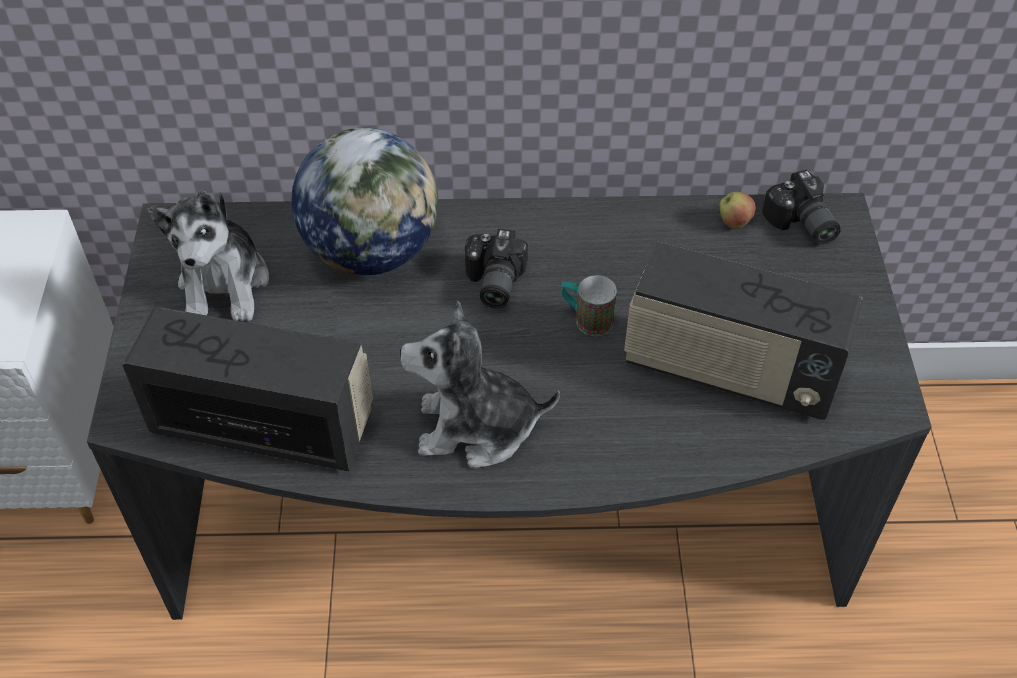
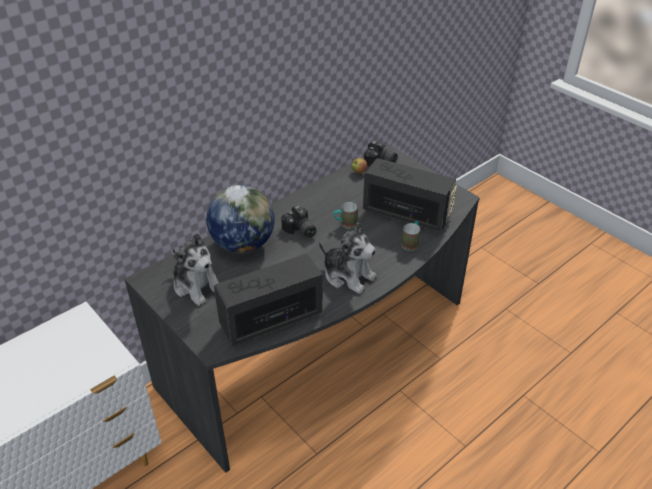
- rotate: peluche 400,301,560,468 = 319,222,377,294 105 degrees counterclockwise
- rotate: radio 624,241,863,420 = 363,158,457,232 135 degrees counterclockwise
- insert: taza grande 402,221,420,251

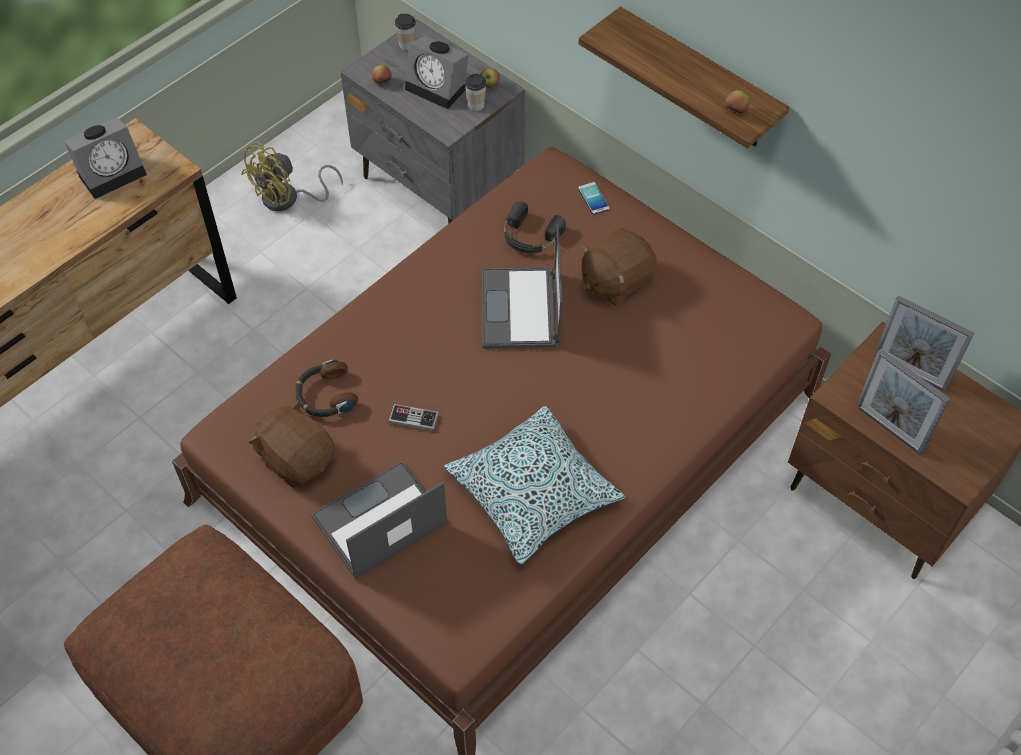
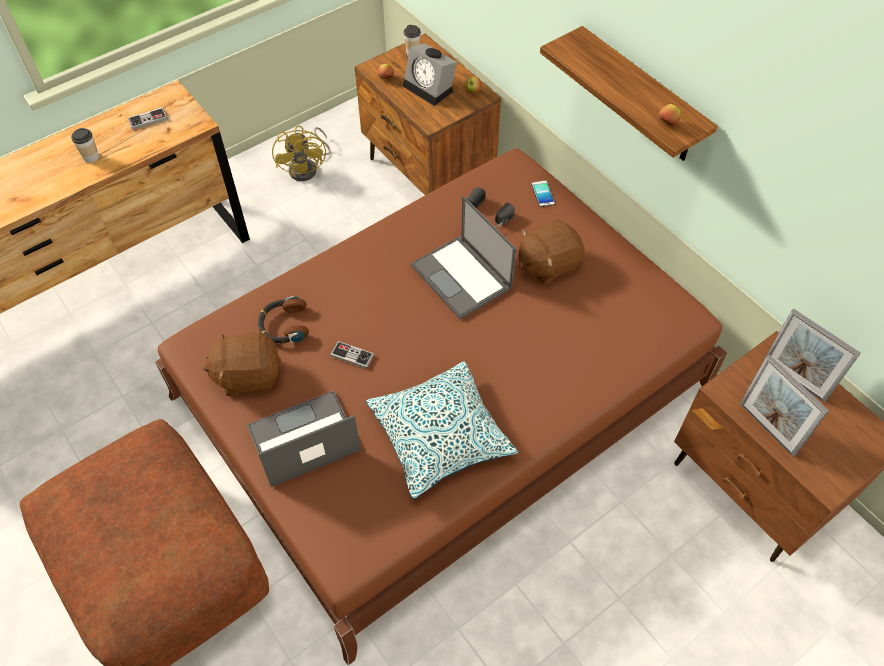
- replace: despertador 64,118,147,199 to mando de consola 128,107,168,130
- rotate: ventilador [amarillo] 241,142,343,211 = 272,126,331,181 60 degrees counterclockwise
- rotate: peluche [marrón] 249,399,335,488 = 203,331,281,396 60 degrees counterclockwise
- recolor: mesita de noche [gris] 340,19,525,224 to mesita de noche [marrón] 355,34,501,195
- move: taza 465,74,487,111 to 71,128,99,163
- rotate: portátil 482,224,563,349 = 411,196,517,319 45 degrees counterclockwise

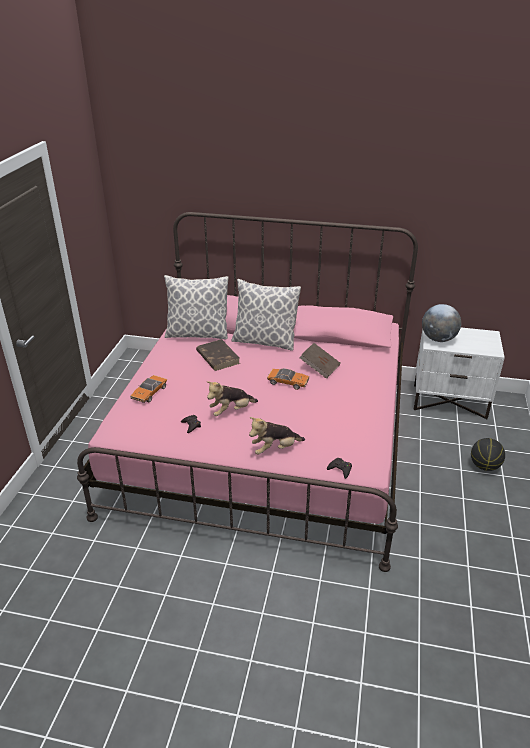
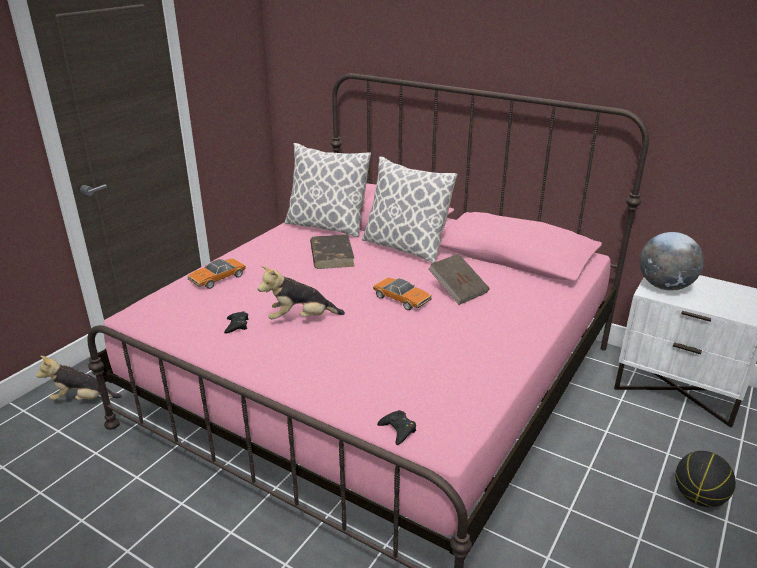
- move: peluche 249,417,305,455 to 36,356,122,400

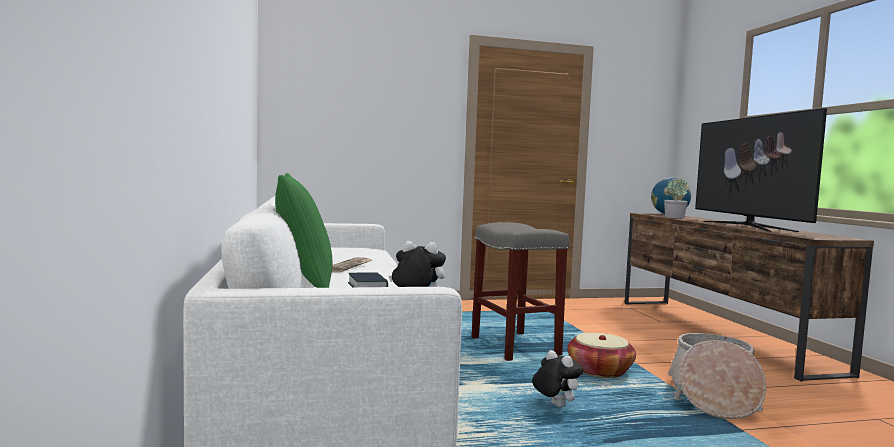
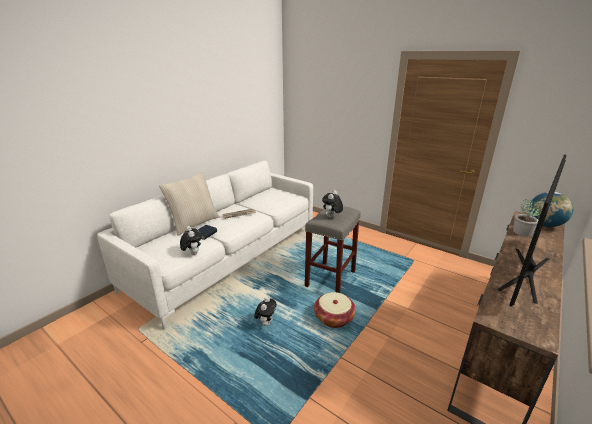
- recolor: cojín [verde] 275,173,332,288 to cojín [beis] 159,171,220,236
- delete: cesta 668,333,766,419
- insert: peluche 322,190,343,218

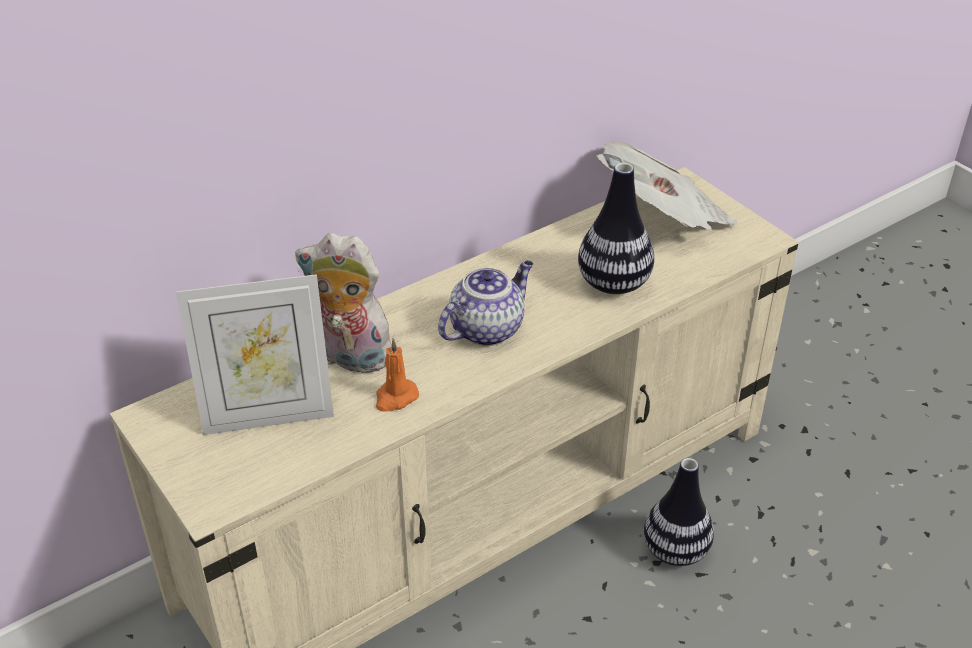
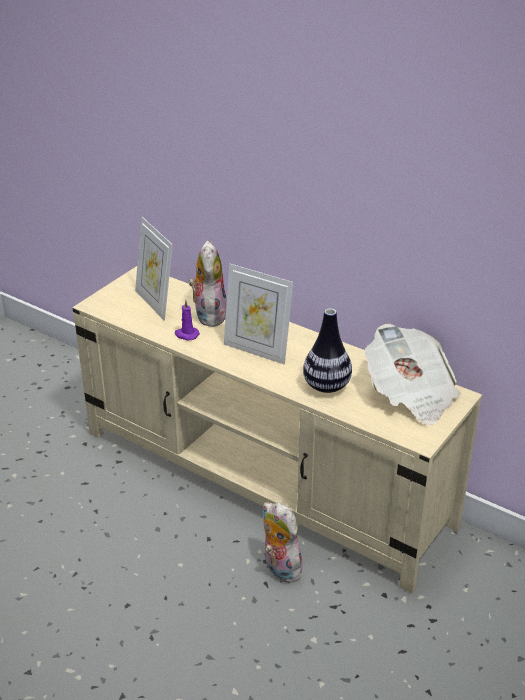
- recolor: vela [naranja] 376,338,419,411 to vela [morado] 175,300,200,340
- replace: tetera 438,260,533,346 to portarretratos 224,264,293,365
- replace: florero 644,458,714,566 to peluche 263,502,304,583

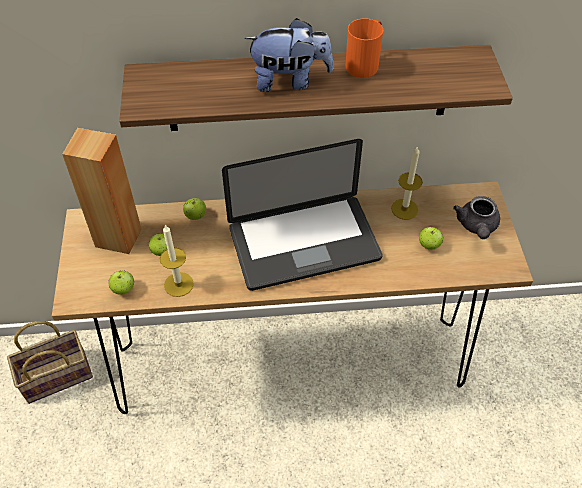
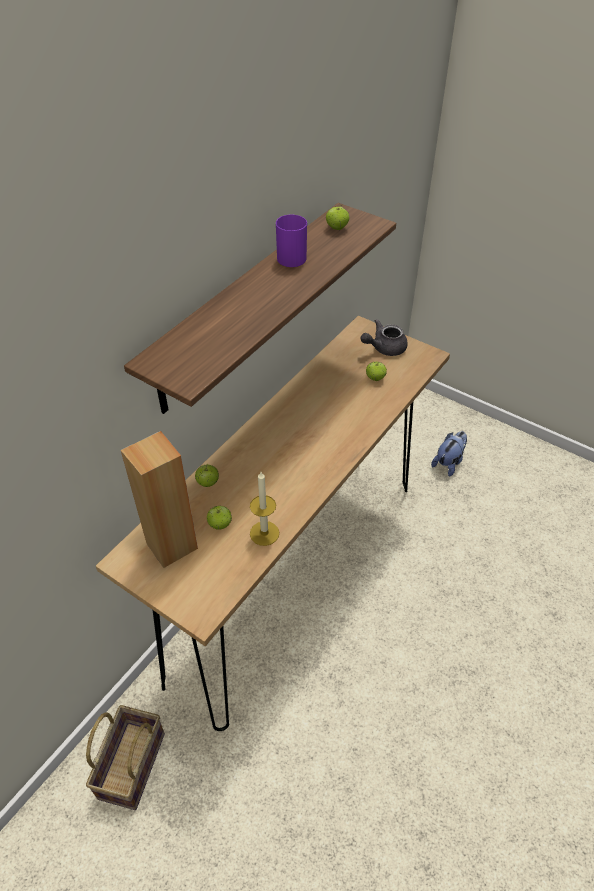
- move: manzana 109,270,134,295 to 326,205,349,230
- delete: portátil 222,139,383,291
- move: peluche 244,18,333,92 to 431,431,467,476
- recolor: taza grande [naranja] 346,18,383,78 to taza grande [morado] 276,214,307,267
- delete: vela 391,146,423,220
- rotate: tetera [gris] 453,196,500,239 = 360,319,408,356 105 degrees clockwise

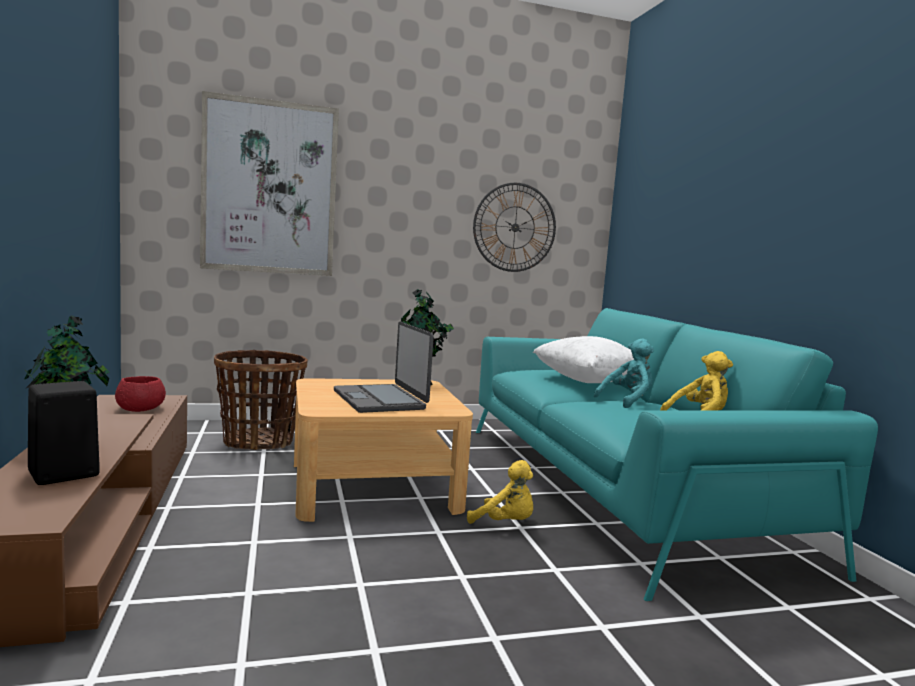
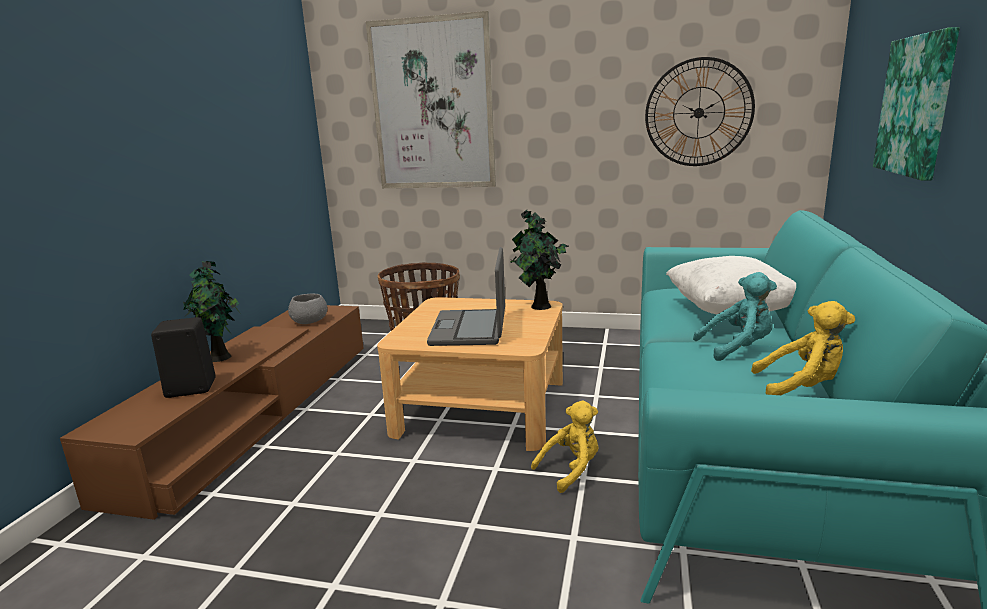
- recolor: cuenco [rojo] 115,376,166,412 to cuenco [gris] 288,293,327,324
- rotate: peluche [amarillo] 467,460,533,524 = 531,401,598,493 90 degrees counterclockwise
- insert: cuadro 873,27,960,181

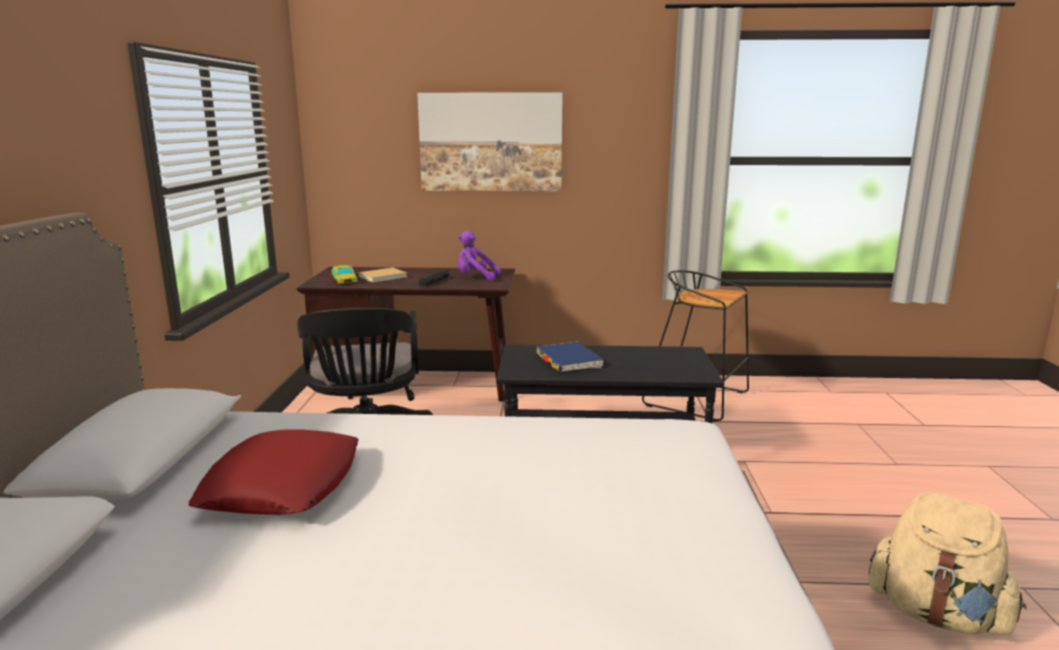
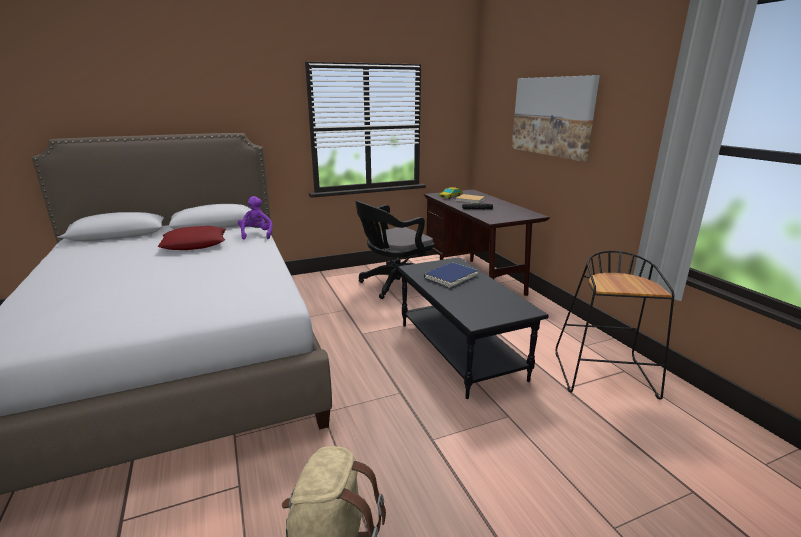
- move: peluche [morado] 458,231,501,281 to 238,196,273,240

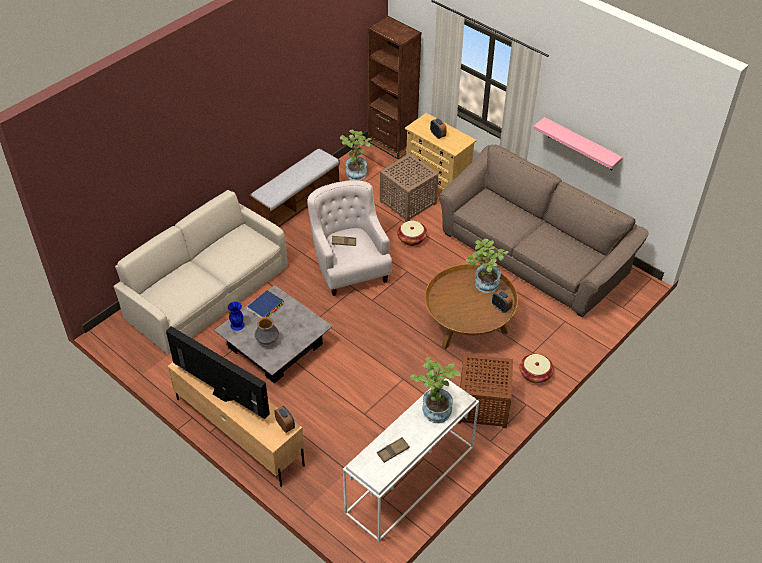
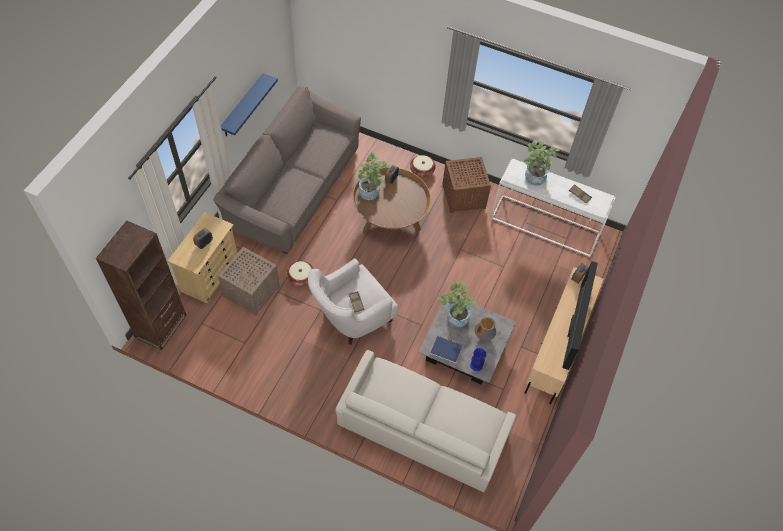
- delete: banco 249,148,340,227
- move: planta en maceta 339,129,372,180 to 438,282,477,327
- recolor: estante [rosa] 533,117,623,170 to estante [azul] 221,73,278,136

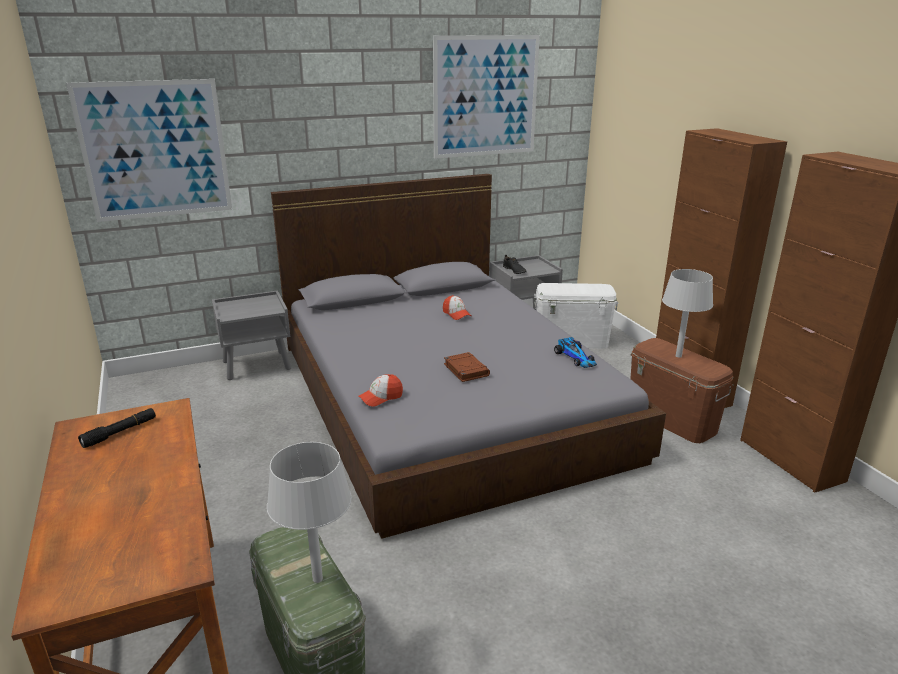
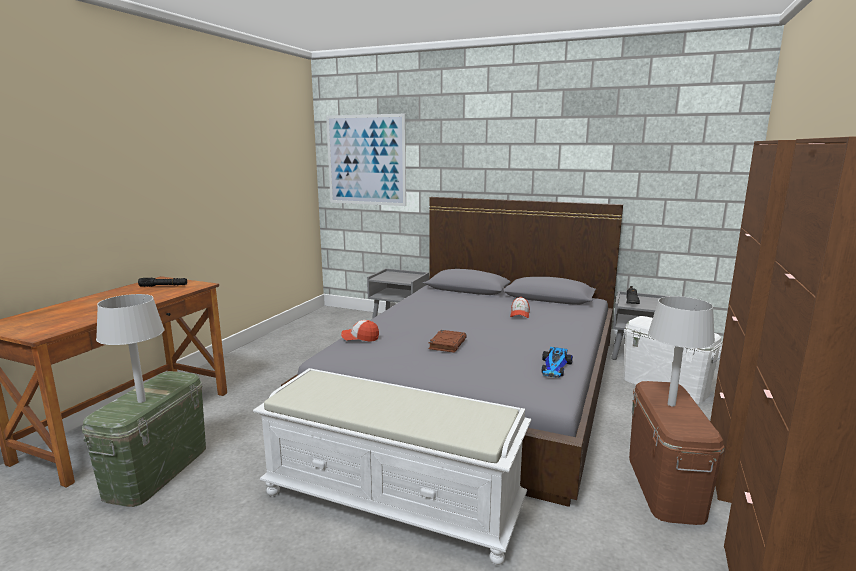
- delete: cuadro 433,35,540,159
- insert: banco [blanco] 253,368,531,565

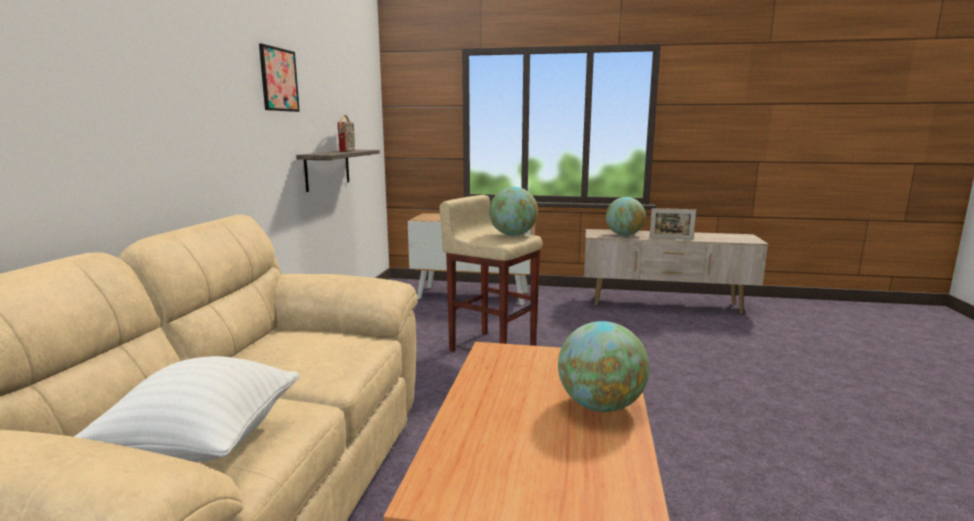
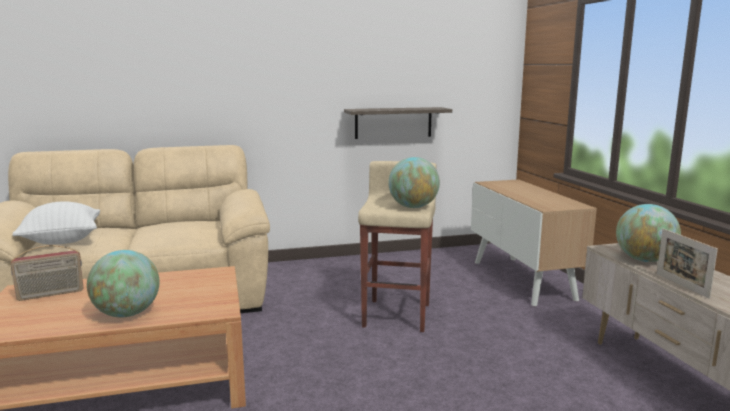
- delete: cuadro 259,43,300,112
- move: radio 338,115,355,152 to 10,245,84,301

